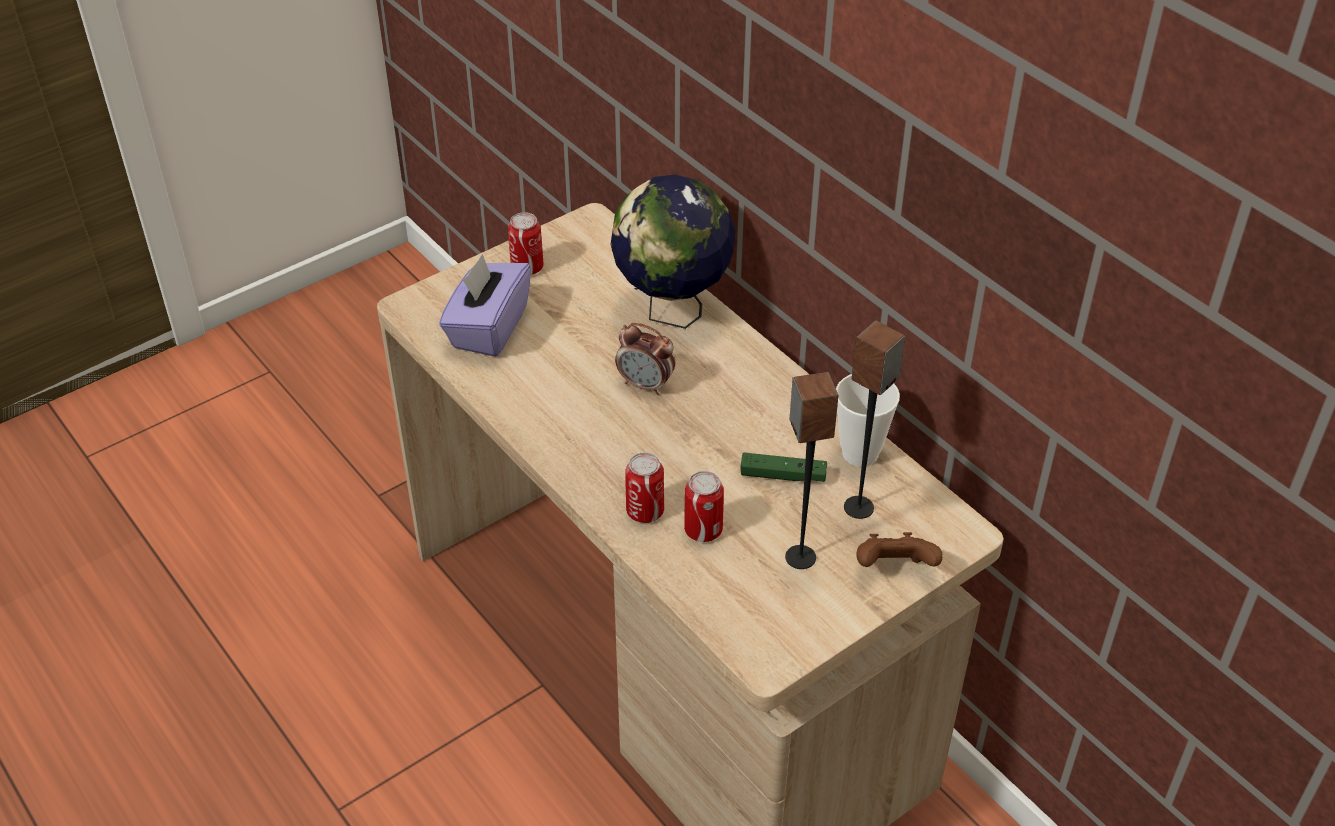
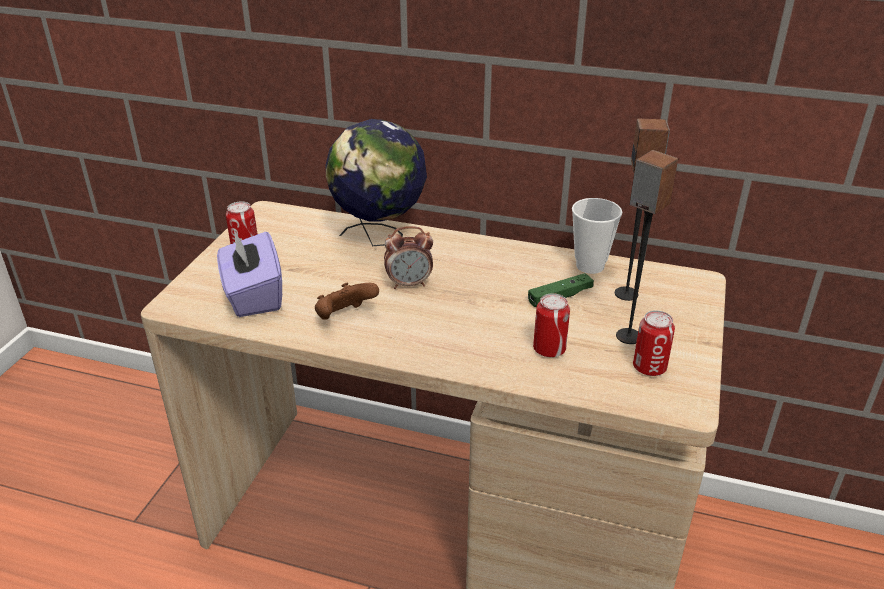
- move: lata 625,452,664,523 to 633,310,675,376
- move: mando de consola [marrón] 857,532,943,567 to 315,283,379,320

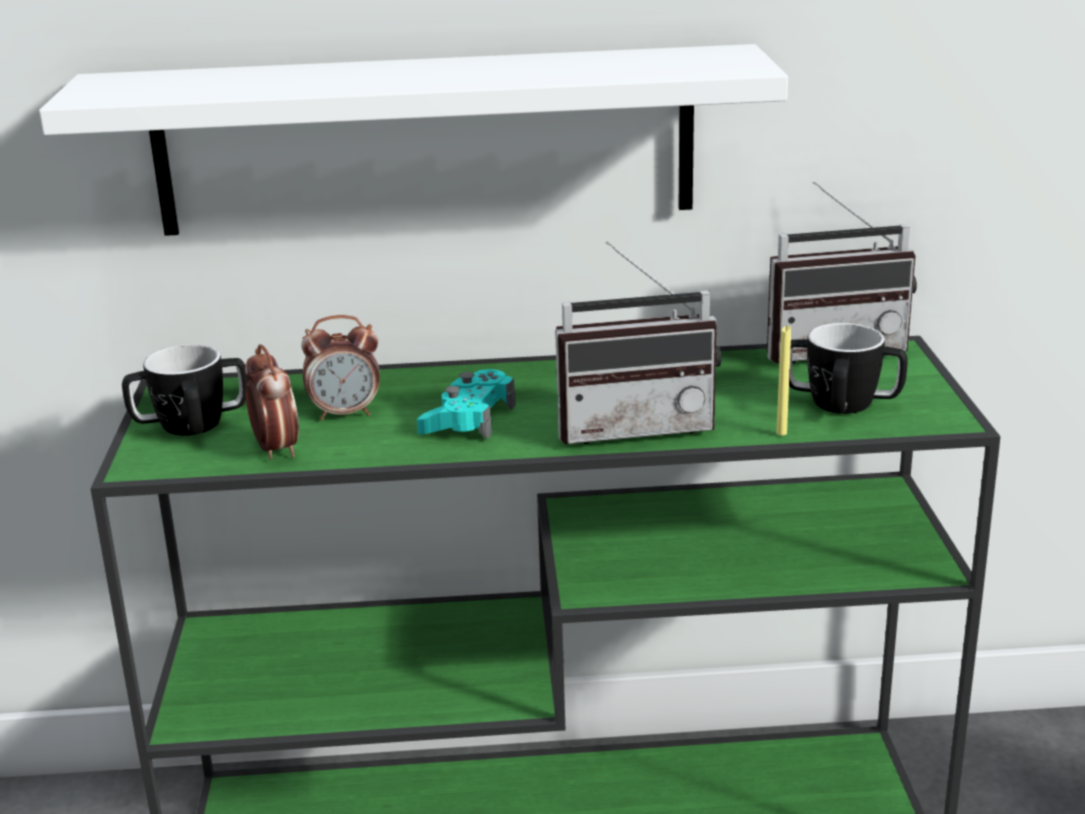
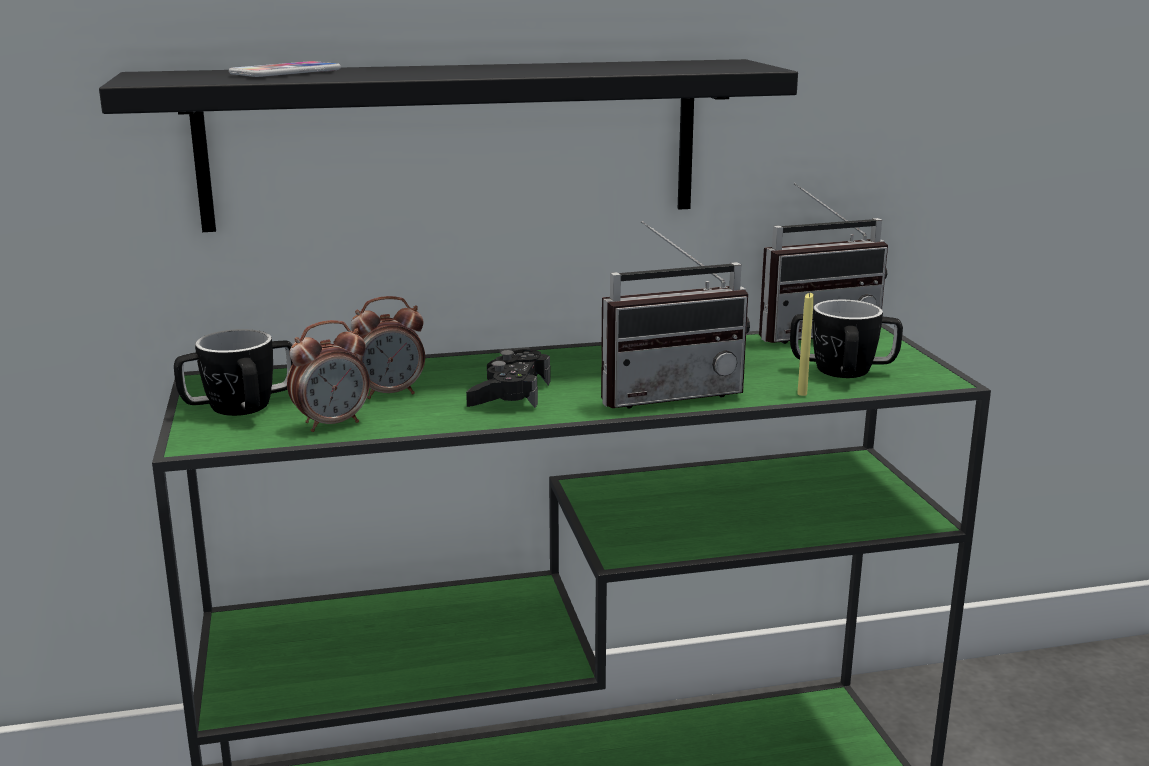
- recolor: estante [blanco] 39,44,788,236 to estante [negro] 99,59,798,232
- rotate: despertador 245,344,299,459 = 287,320,370,432 90 degrees clockwise
- recolor: mando de consola [turquesa] 417,369,516,439 to mando de consola [negro] 466,349,550,408
- insert: móvil 229,61,341,77

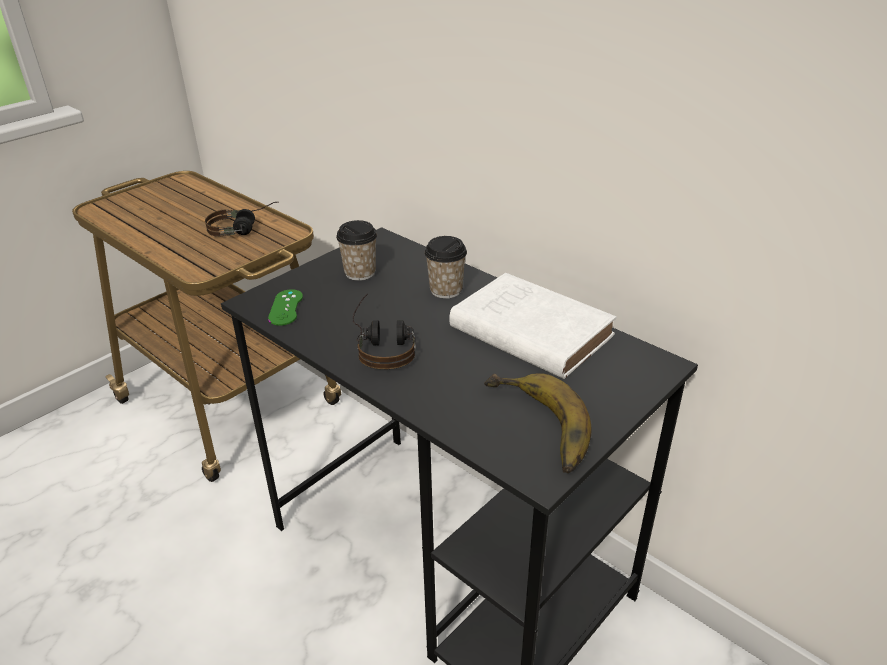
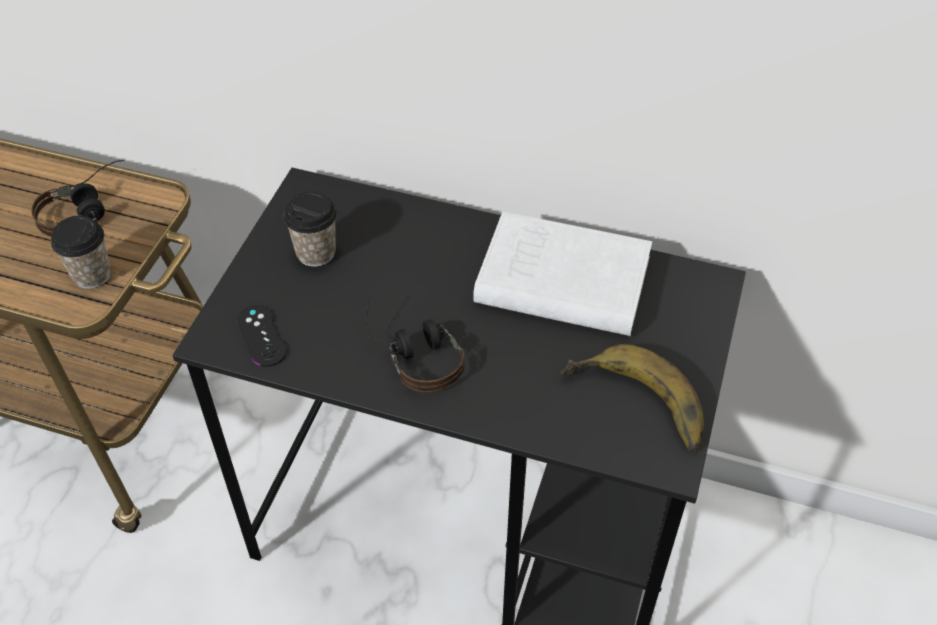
- recolor: mando de consola [verde] 268,289,303,326 to mando de consola [negro] 237,305,287,367
- move: taza 424,236,467,299 to 51,216,111,289

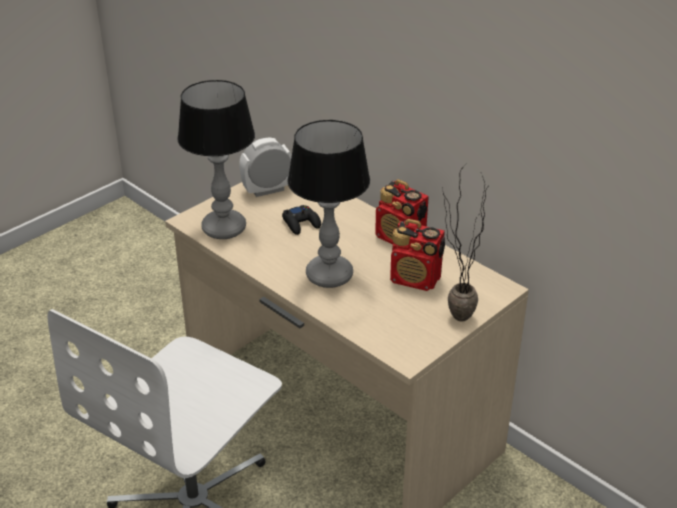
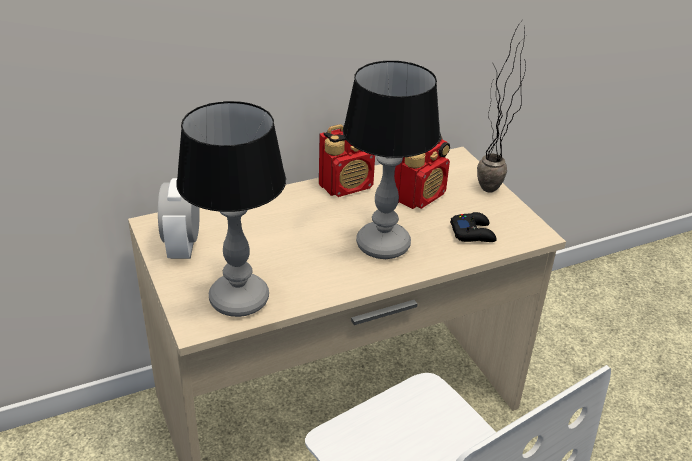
- move: mando de consola [negro] 282,205,321,235 to 450,212,497,242

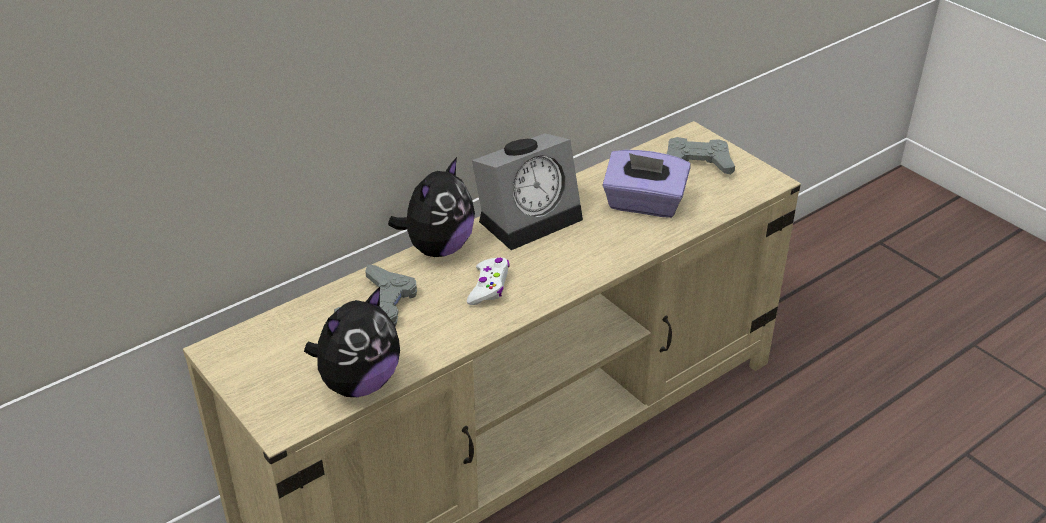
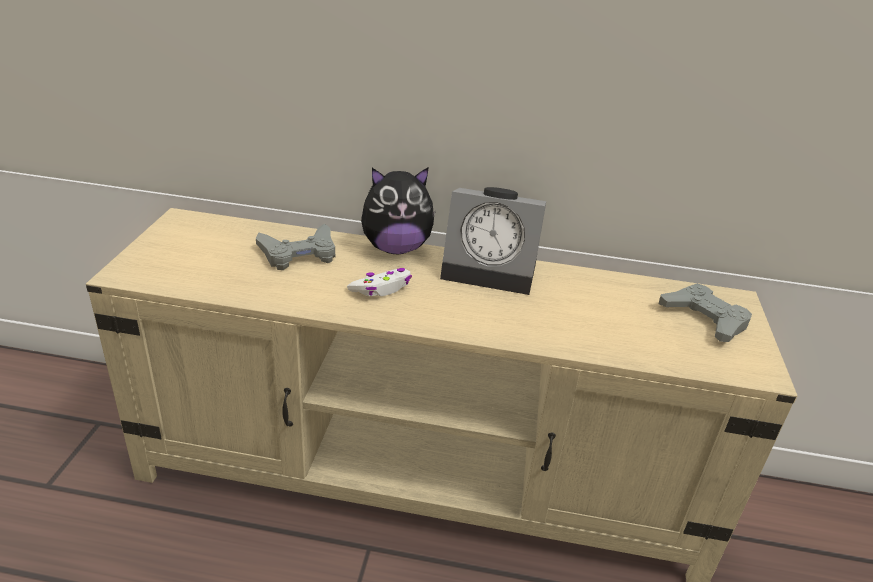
- delete: peluche 304,287,400,397
- delete: caja de pañuelos [morado] 602,150,691,218

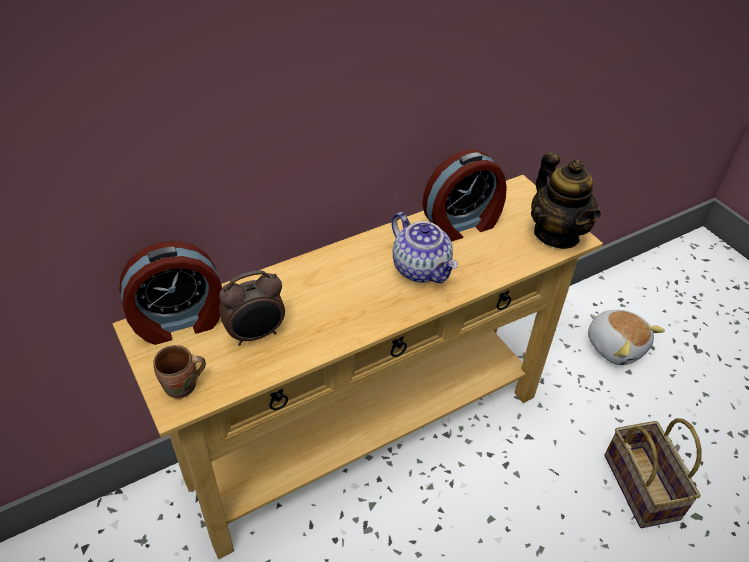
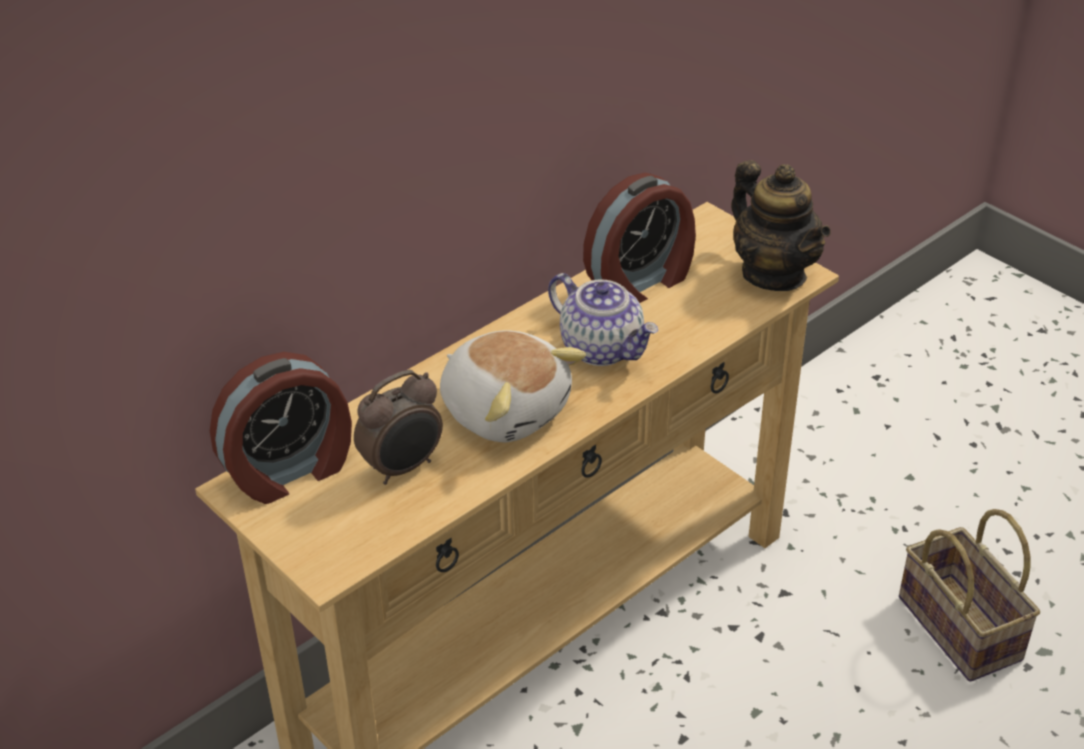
- delete: taza grande [marrón] 153,345,206,399
- move: peluche 588,310,665,365 to 440,330,586,442

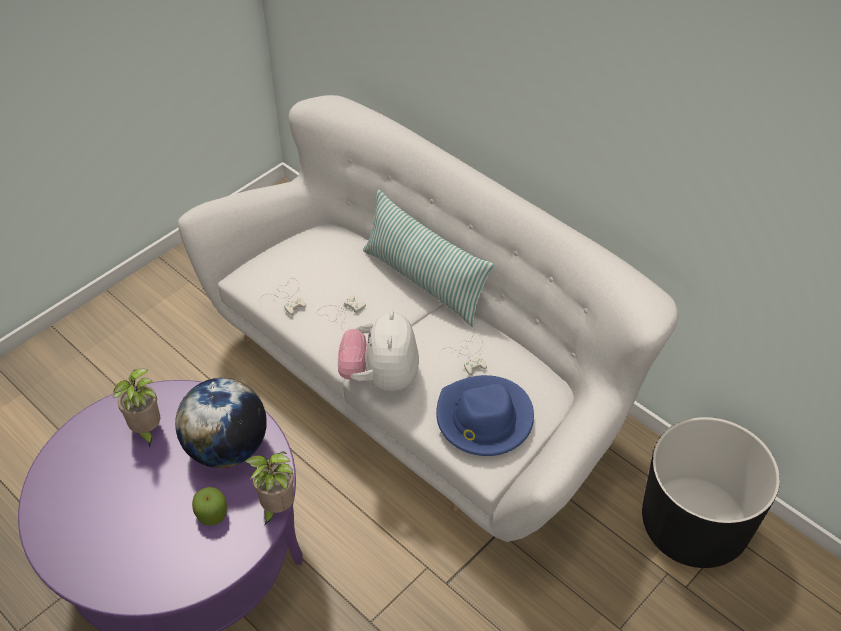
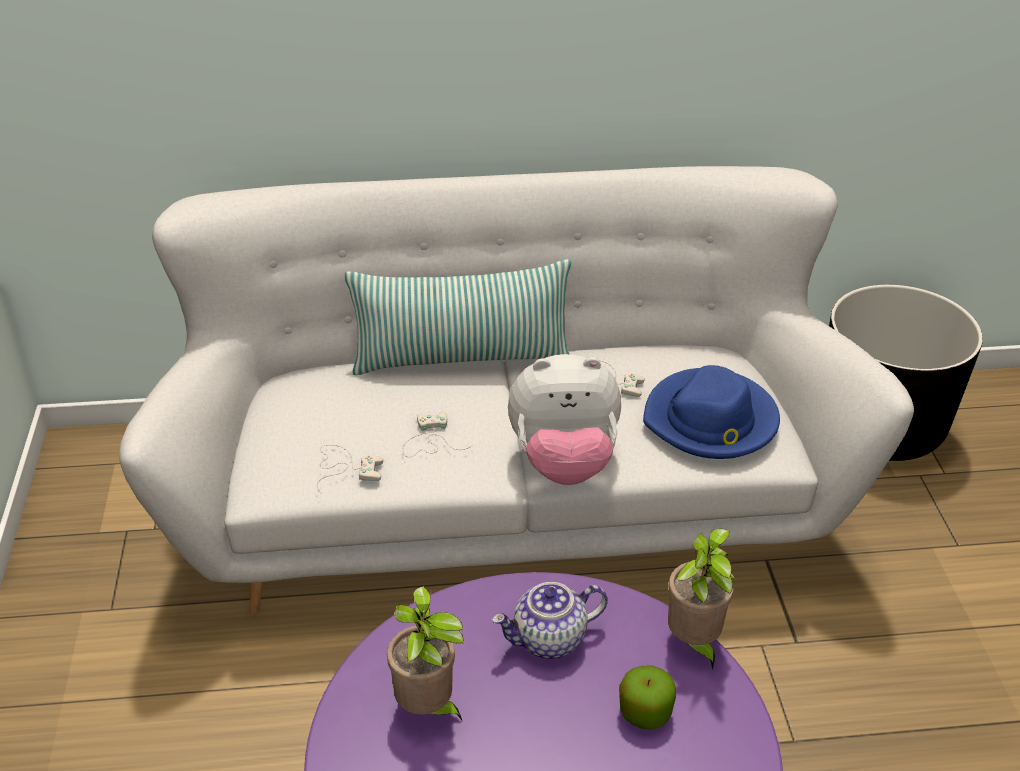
- replace: globo terráqueo 175,378,267,468 to tetera 492,582,608,658
- rotate: peluche 338,310,419,391 = 508,354,621,485 45 degrees counterclockwise

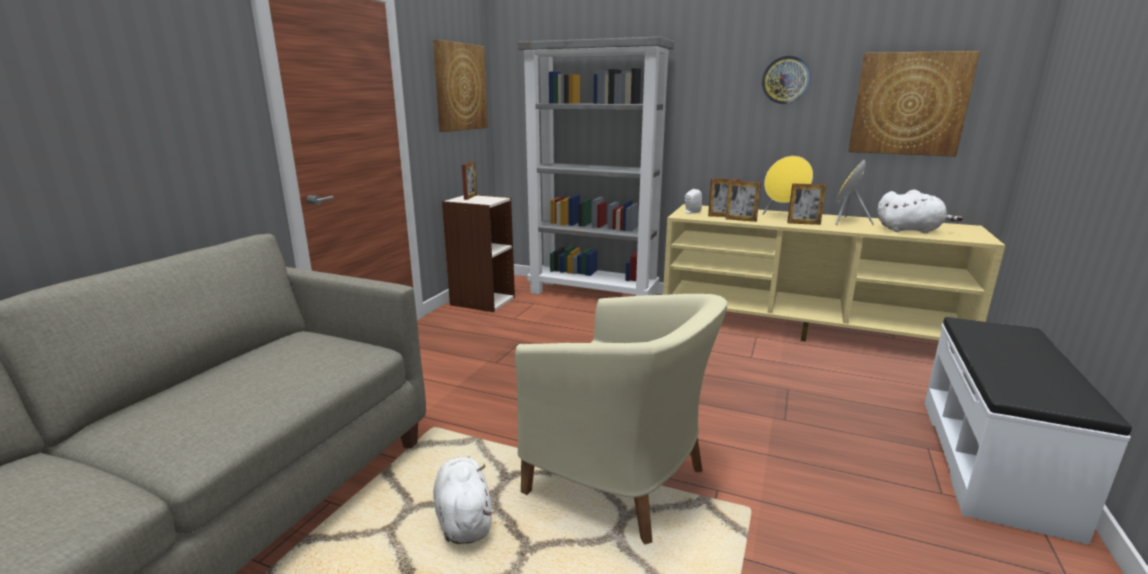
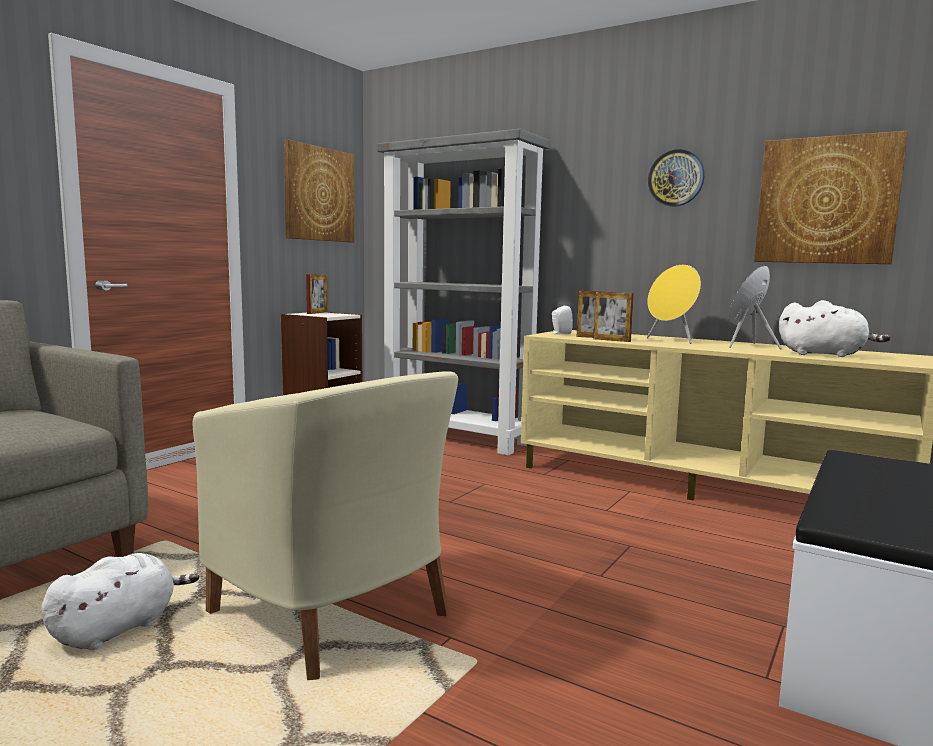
- rotate: peluche [blanco] 433,456,492,544 = 41,553,199,650 45 degrees clockwise
- delete: portarretratos 787,184,826,225

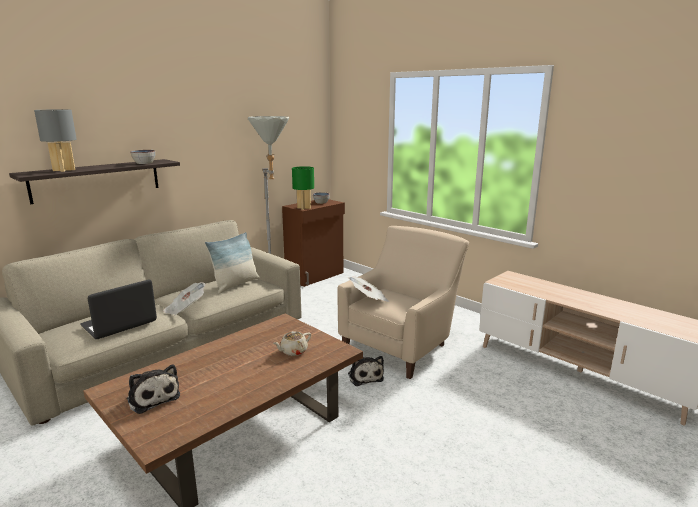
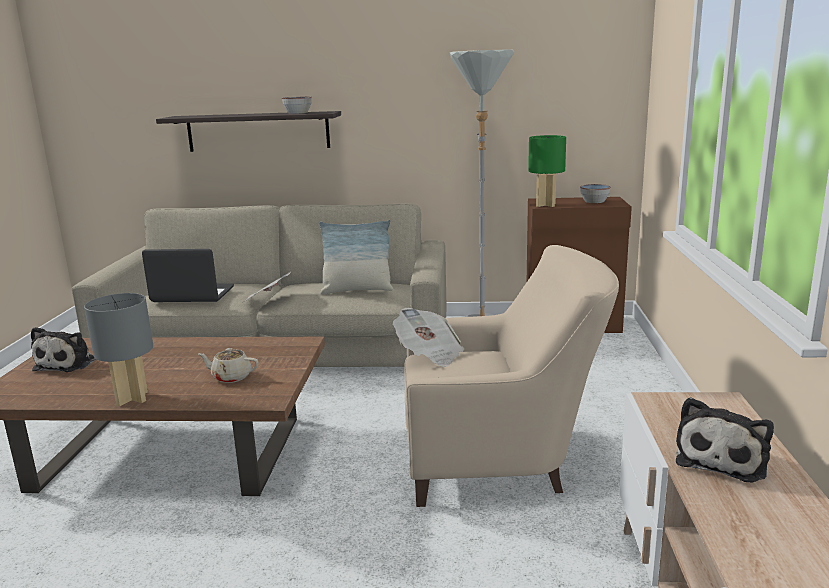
- move: lámpara de mesa [gris] 34,109,77,172 to 84,293,153,406
- move: peluche 348,356,384,386 to 676,397,774,482

